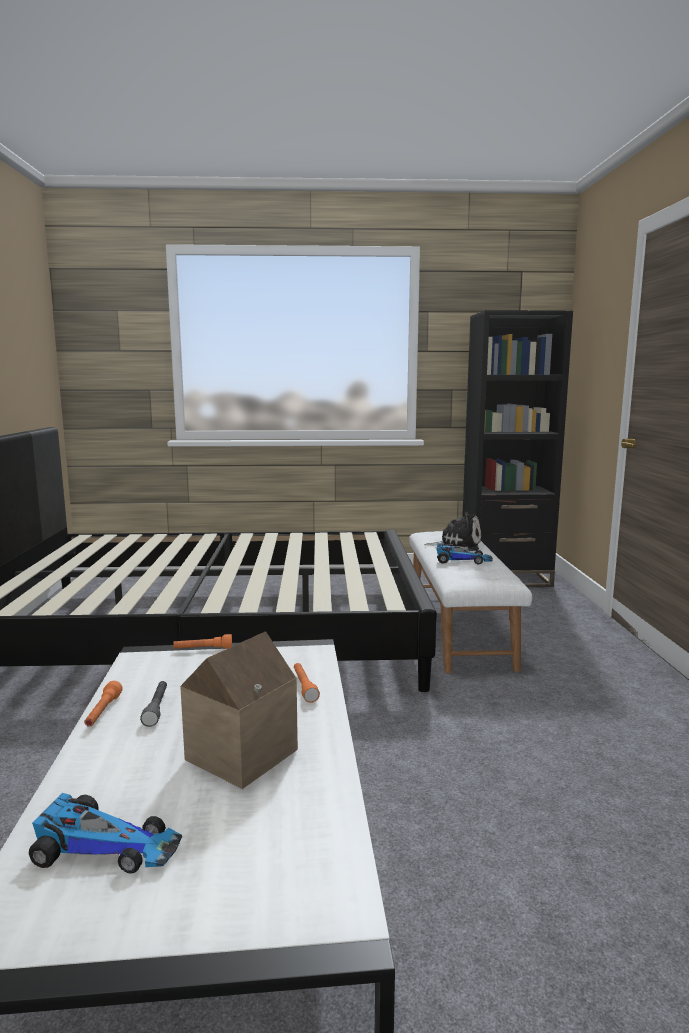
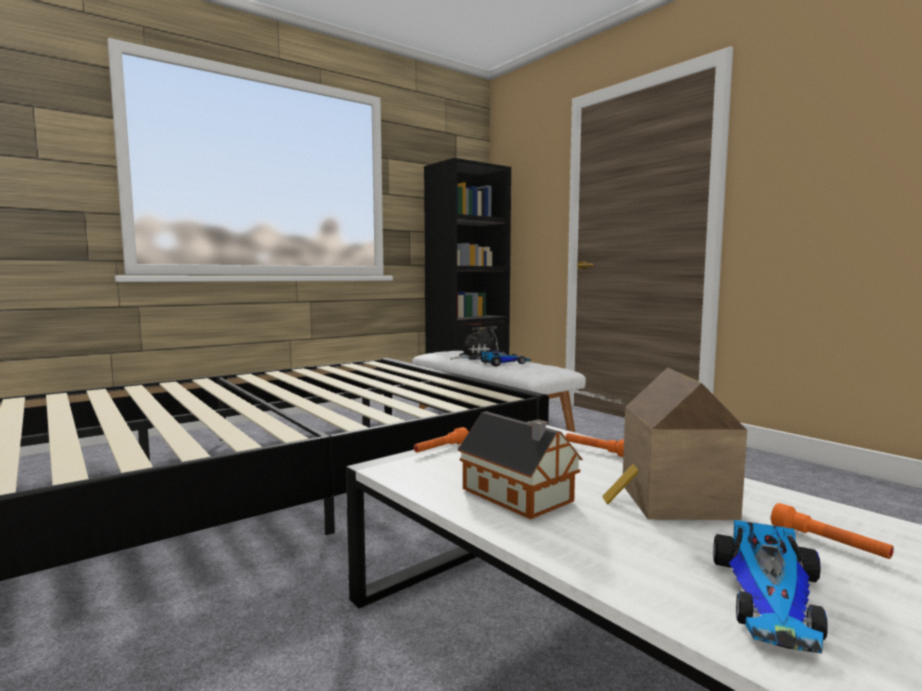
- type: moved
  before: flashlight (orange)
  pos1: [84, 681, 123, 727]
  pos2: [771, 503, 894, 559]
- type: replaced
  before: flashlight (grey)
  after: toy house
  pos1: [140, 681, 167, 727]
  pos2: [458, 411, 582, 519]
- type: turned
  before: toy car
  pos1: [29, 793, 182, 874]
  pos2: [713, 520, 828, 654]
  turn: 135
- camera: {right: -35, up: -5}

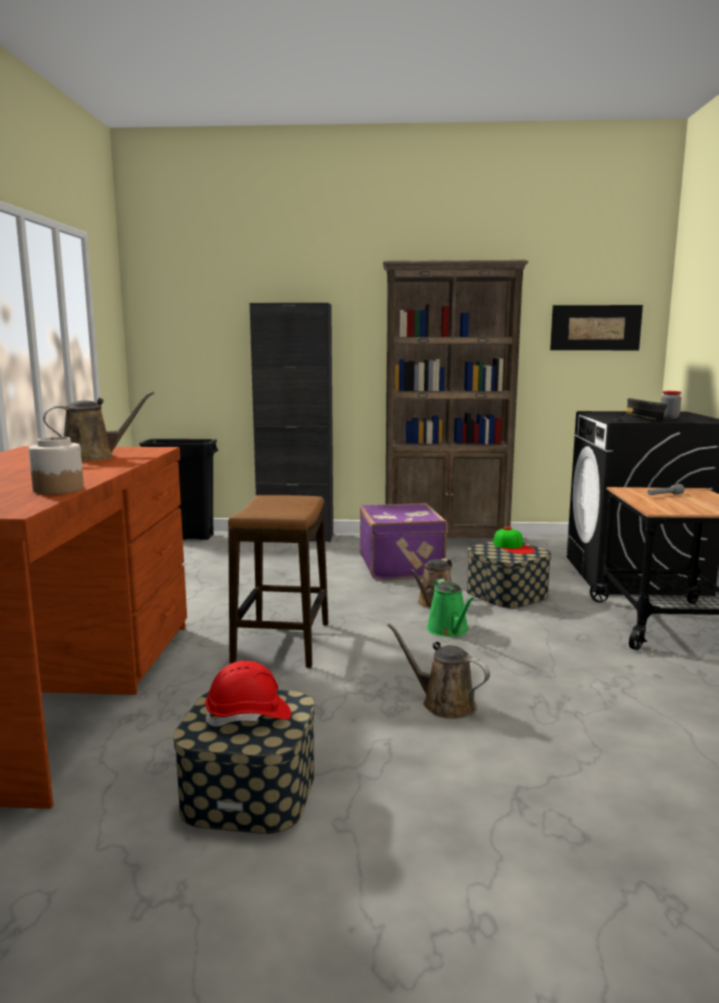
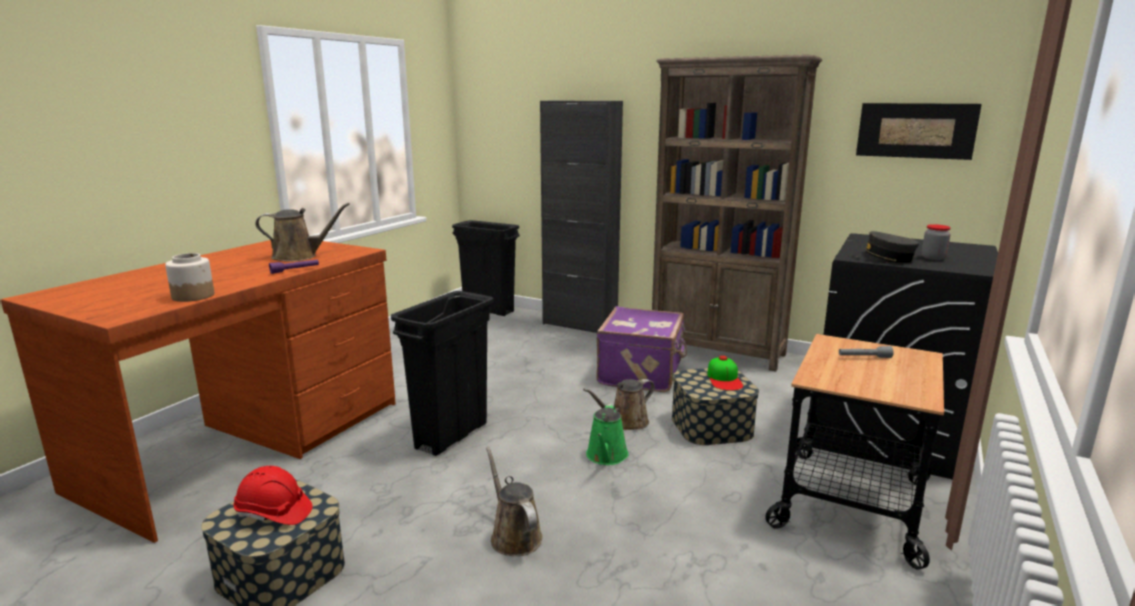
- type: replaced
  before: stool
  after: trash can (black)
  pos1: [228, 495, 328, 668]
  pos2: [391, 291, 493, 456]
- type: added
  after: flashlight (purple)
  pos2: [269, 259, 319, 274]
- camera: {right: 25, up: 5}

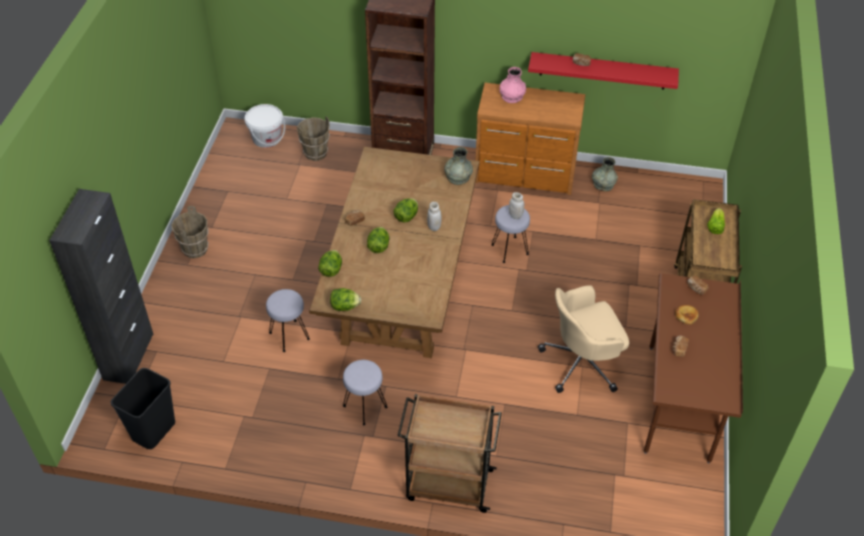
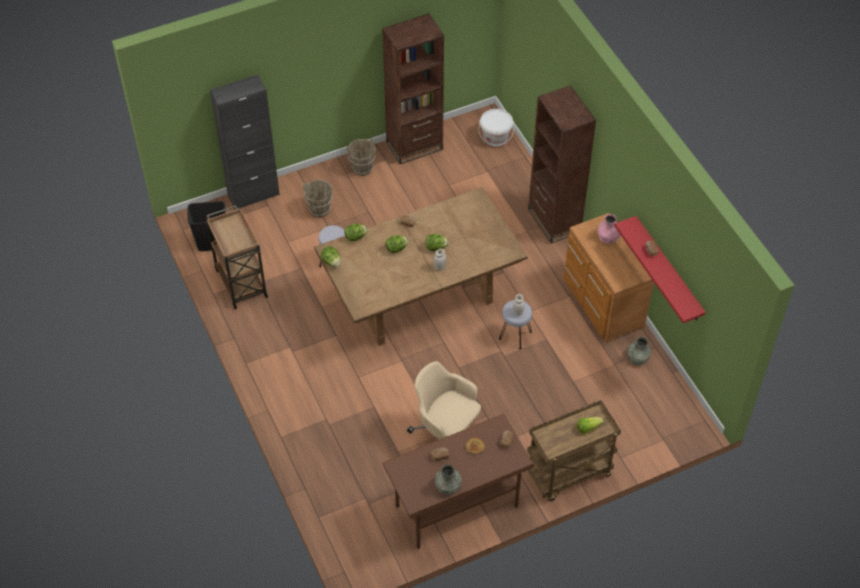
- type: moved
  before: bucket (brown)
  pos1: [297, 116, 330, 161]
  pos2: [303, 180, 332, 218]
- type: moved
  before: vase (grey)
  pos1: [444, 147, 473, 185]
  pos2: [435, 464, 462, 495]
- type: removed
  before: stool (grey)
  pos1: [343, 360, 387, 425]
- type: moved
  before: cart (brown)
  pos1: [397, 394, 502, 513]
  pos2: [206, 205, 268, 309]
- type: added
  after: bookcase (brown)
  pos2: [382, 13, 444, 164]
- camera: {right: 55, up: 5}

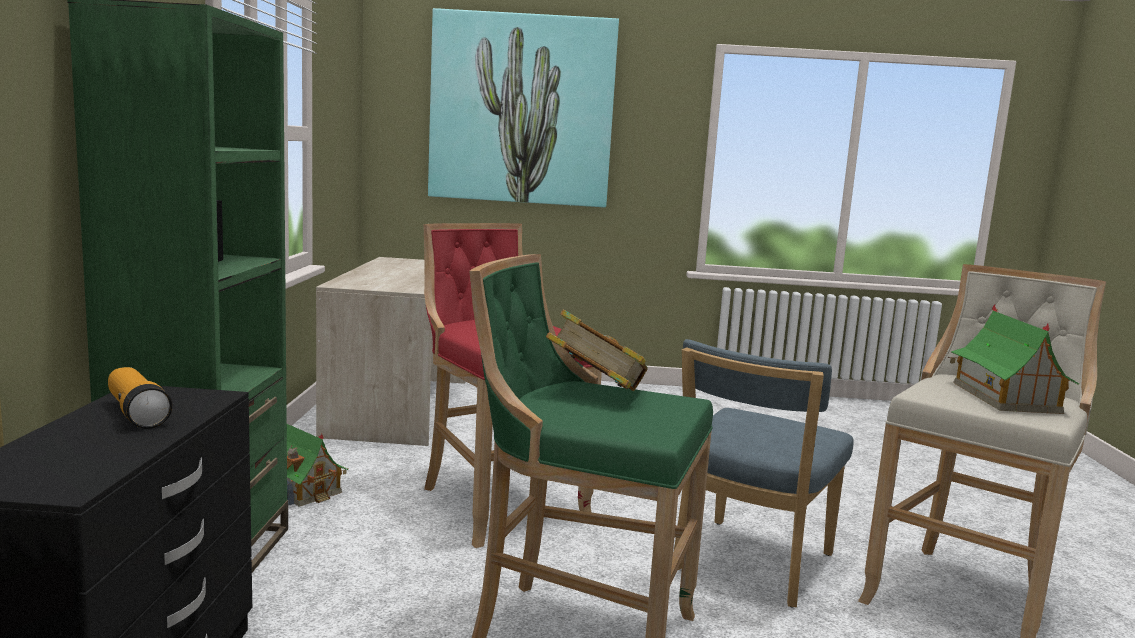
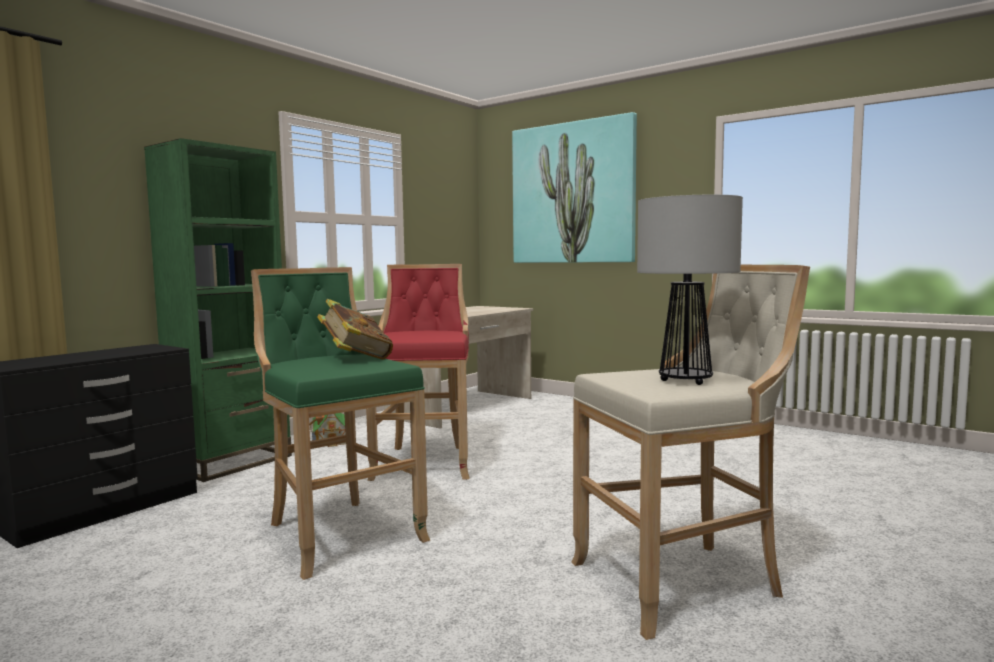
- type: replaced
  before: toy house
  after: table lamp
  pos1: [947, 304, 1079, 414]
  pos2: [637, 195, 743, 385]
- type: removed
  before: chair (blue)
  pos1: [674, 339, 854, 608]
- type: removed
  before: flashlight
  pos1: [108, 367, 173, 429]
- camera: {right: 35, up: -5}

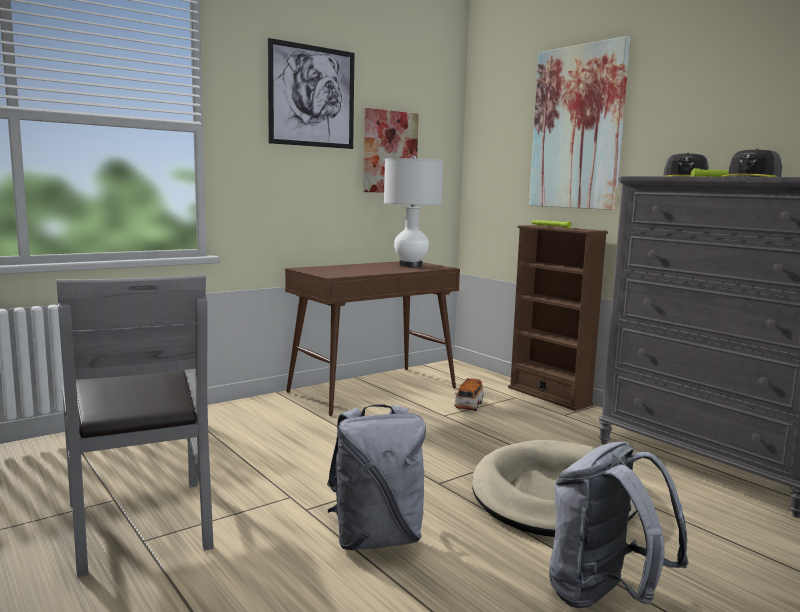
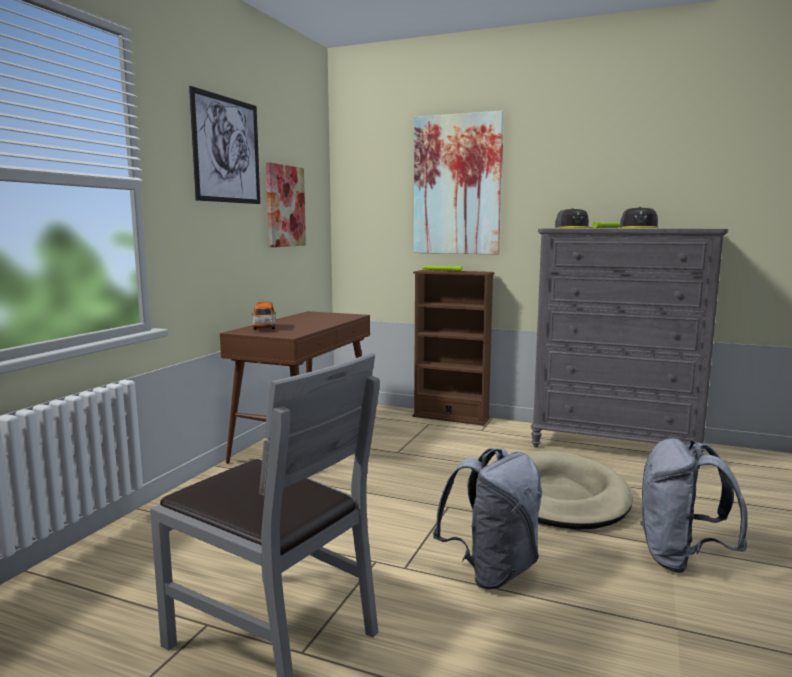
- type: removed
  before: table lamp (white)
  pos1: [384, 155, 443, 267]
- type: moved
  before: toy car
  pos1: [454, 378, 484, 411]
  pos2: [251, 300, 276, 330]
- camera: {right: -30, up: 0}

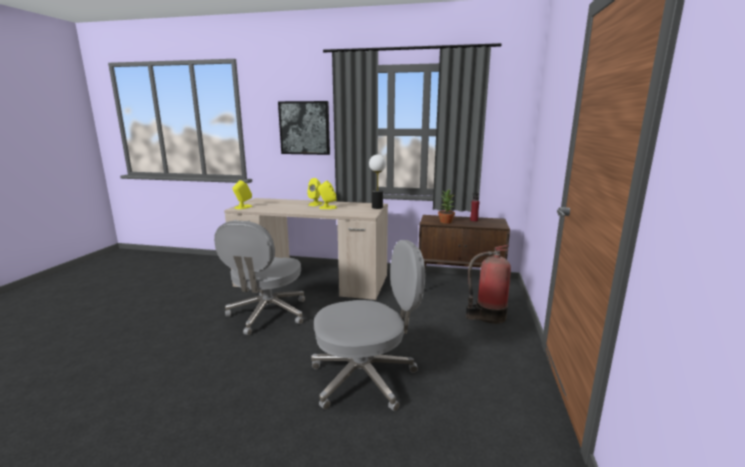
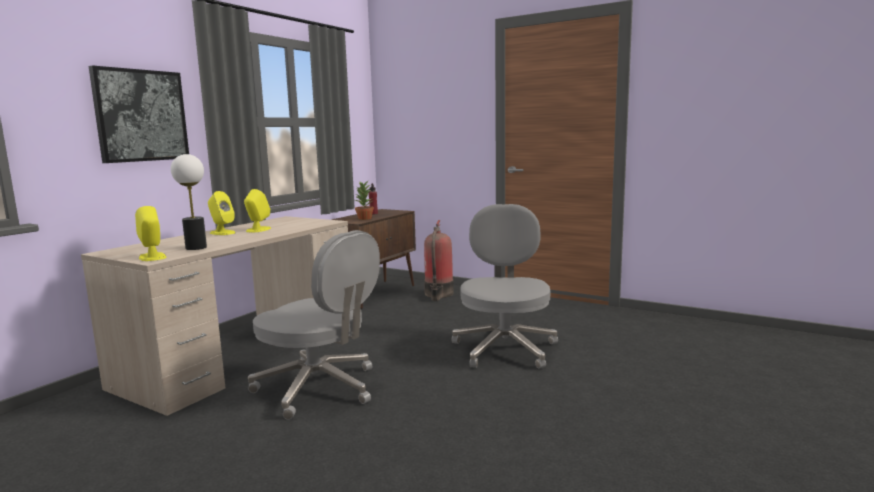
- type: moved
  before: table lamp
  pos1: [369, 154, 386, 209]
  pos2: [171, 154, 207, 250]
- camera: {right: -70, up: -5}

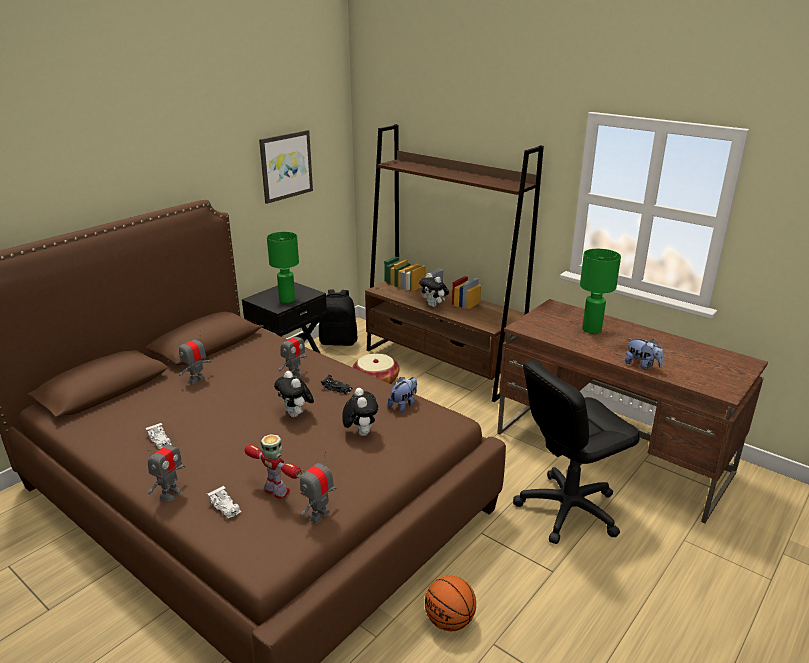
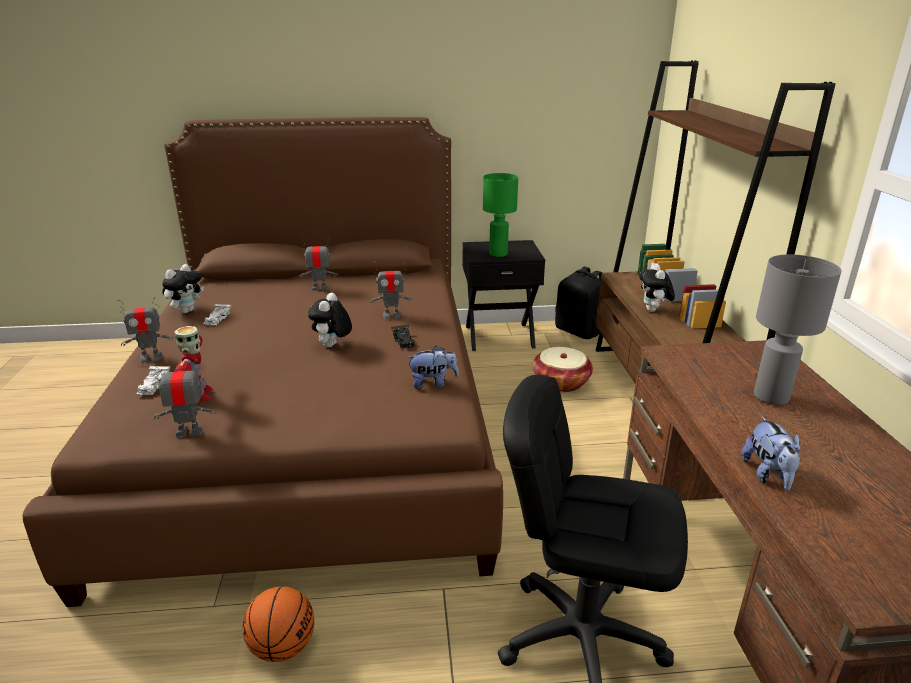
- type: removed
  before: picture
  pos1: [259, 130, 313, 204]
- type: recoloured
  before: table lamp (green)
  after: table lamp (grey)
  pos1: [580, 249, 621, 334]
  pos2: [754, 254, 842, 405]
- type: moved
  before: plush toy
  pos1: [342, 388, 378, 436]
  pos2: [162, 264, 204, 314]
- camera: {right: 45, up: 0}

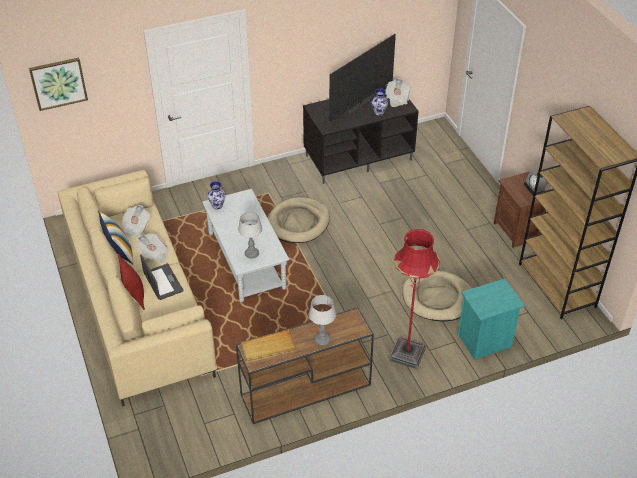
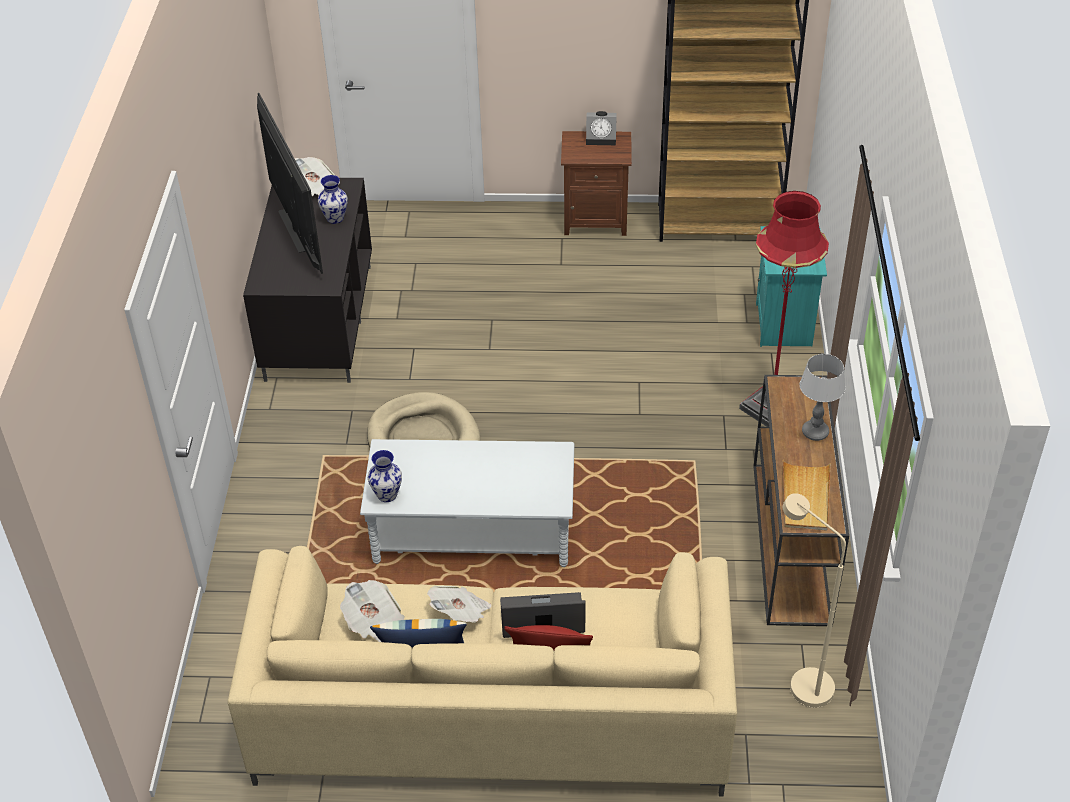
- type: removed
  before: picture
  pos1: [29, 58, 88, 111]
- type: removed
  before: table lamp
  pos1: [238, 212, 262, 259]
- type: removed
  before: dog bed (beige)
  pos1: [402, 271, 472, 321]
- type: added
  after: floor lamp (beige)
  pos2: [783, 493, 846, 708]
- camera: {right: -65, up: 0}

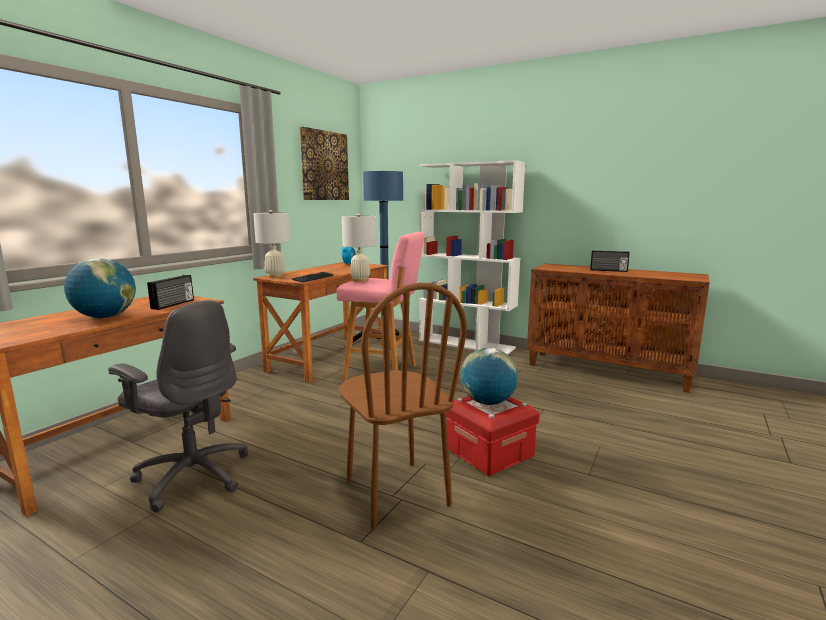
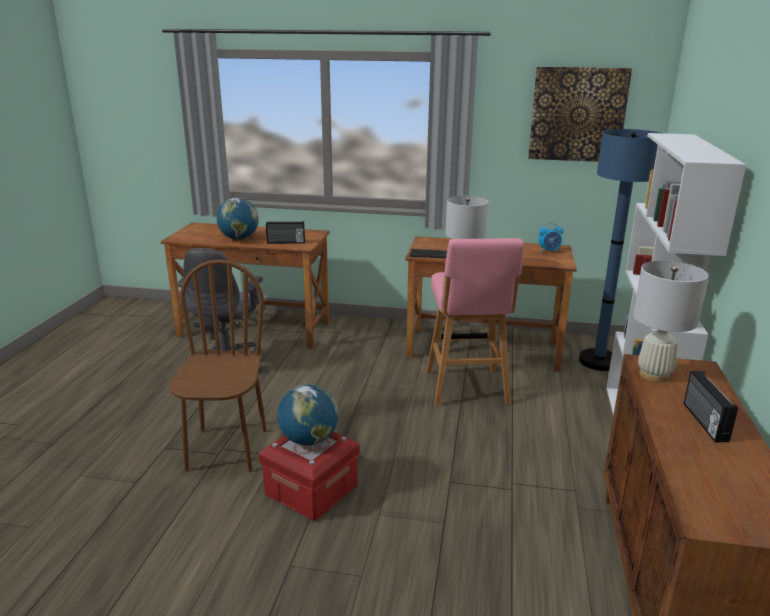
- type: moved
  before: table lamp (white)
  pos1: [253, 210, 290, 278]
  pos2: [633, 261, 709, 382]
- type: turned
  before: chair (brown)
  pos1: [339, 283, 467, 530]
  pos2: [169, 259, 266, 472]
  turn: 135
- camera: {right: 70, up: 10}

